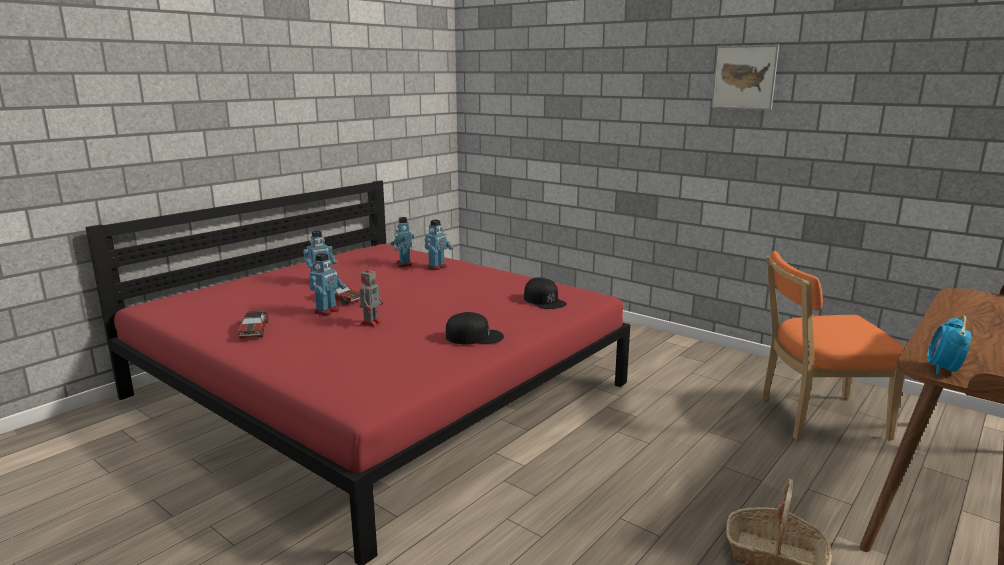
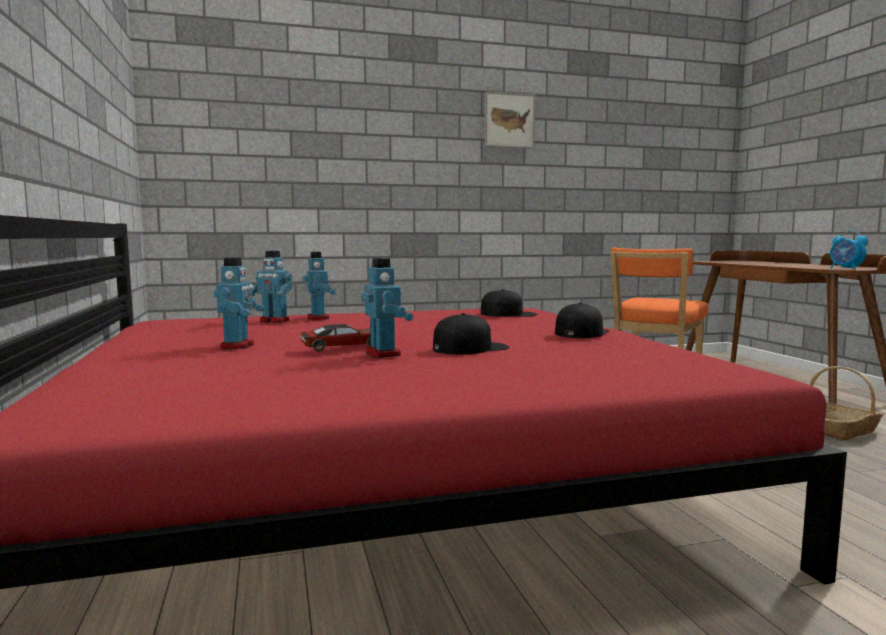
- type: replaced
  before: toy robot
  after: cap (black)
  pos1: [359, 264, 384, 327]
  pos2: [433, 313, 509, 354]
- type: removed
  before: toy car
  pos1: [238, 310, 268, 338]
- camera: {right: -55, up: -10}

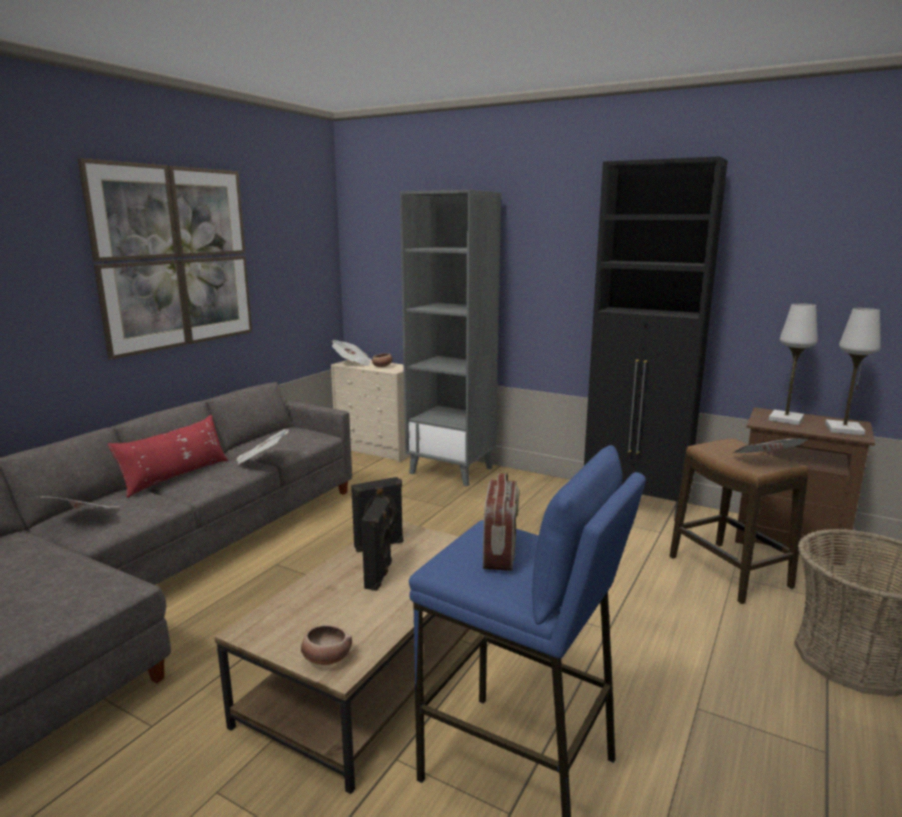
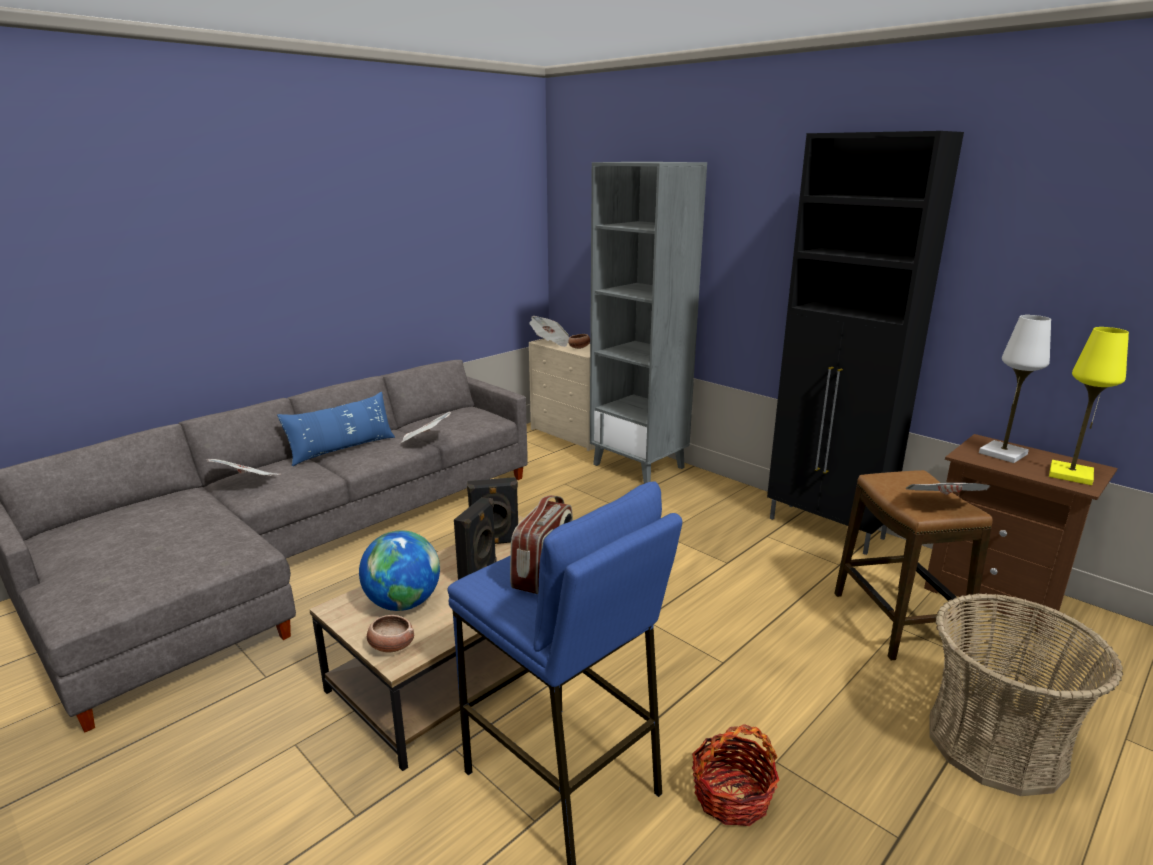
- type: removed
  before: picture
  pos1: [77, 158, 252, 360]
- type: recoloured
  before: table lamp (white)
  after: table lamp (yellow)
  pos1: [825, 308, 881, 435]
  pos2: [1049, 327, 1129, 485]
- type: recoloured
  before: pillow (red)
  after: pillow (blue)
  pos1: [108, 415, 228, 498]
  pos2: [277, 392, 395, 466]
- type: added
  after: globe
  pos2: [359, 530, 440, 611]
- type: added
  after: basket
  pos2: [692, 724, 780, 826]
- camera: {right: 15, up: 5}

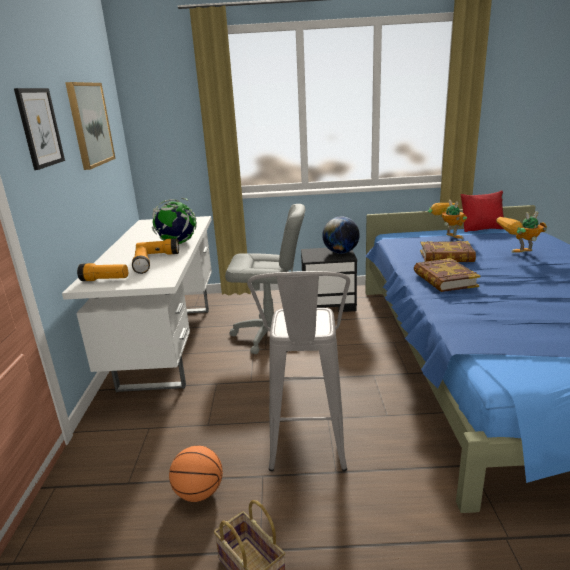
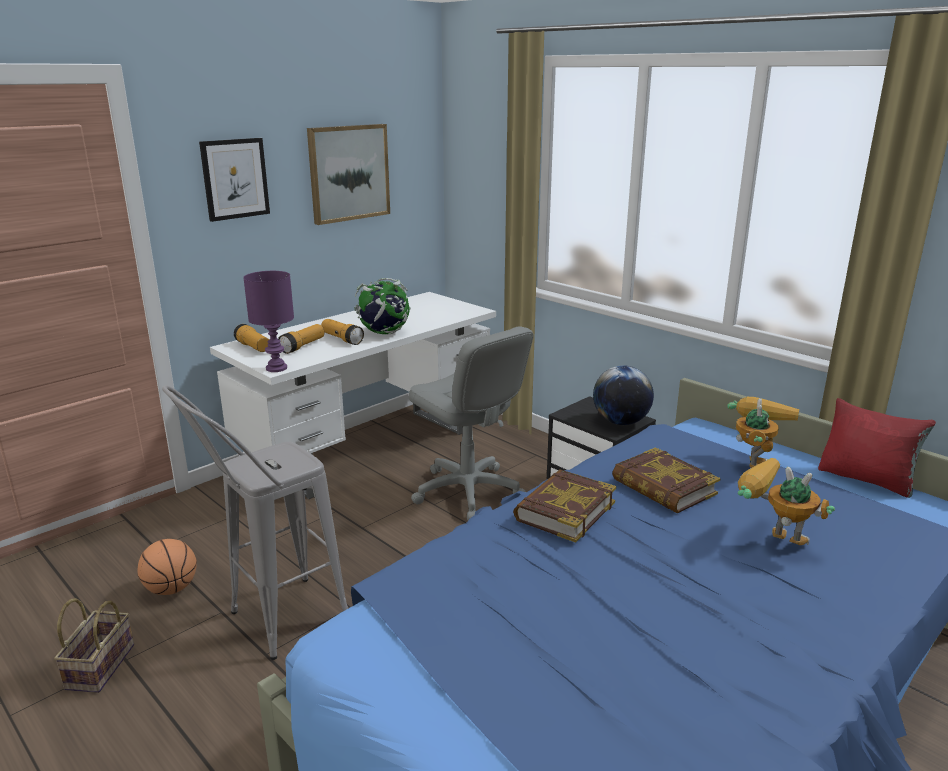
- type: added
  after: table lamp (purple)
  pos2: [243, 271, 294, 372]
- camera: {right: 45, up: 0}

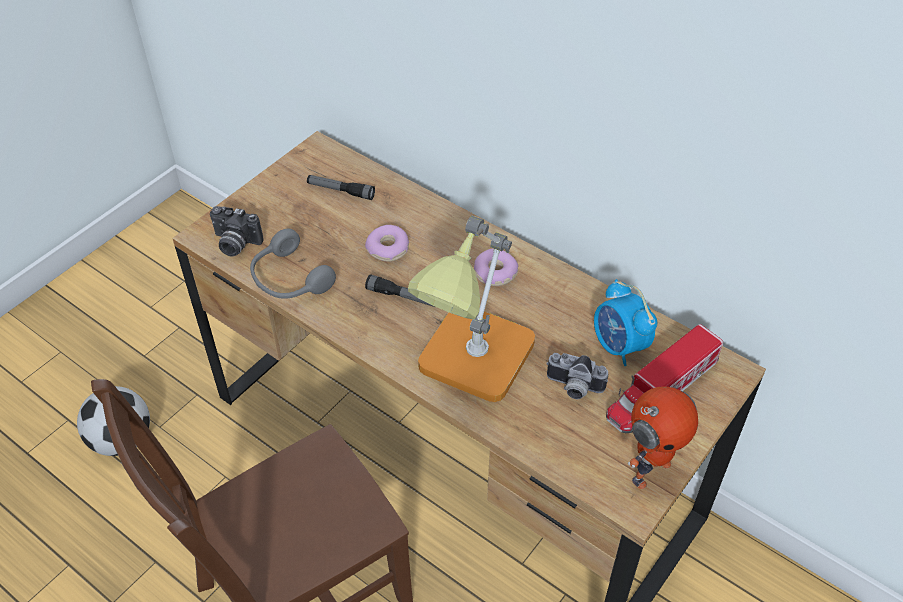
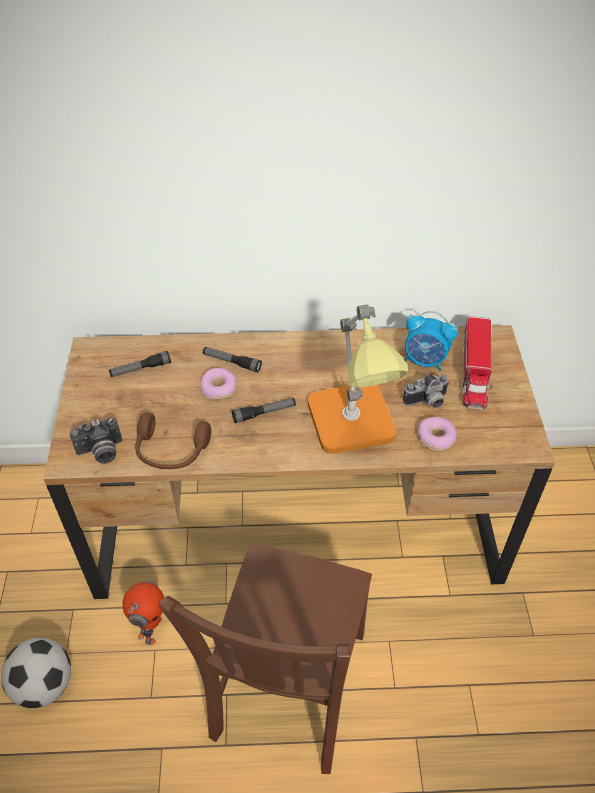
- type: recoloured
  before: headphones (grey)
  after: headphones (brown)
  pos1: [250, 229, 336, 299]
  pos2: [135, 413, 211, 469]
- type: moved
  before: donut
  pos1: [474, 248, 519, 286]
  pos2: [418, 417, 457, 451]
- type: moved
  before: toy robot
  pos1: [628, 386, 698, 489]
  pos2: [122, 581, 164, 645]
- type: added
  after: flashlight
  pos2: [203, 347, 262, 372]
- camera: {right: -40, up: 0}

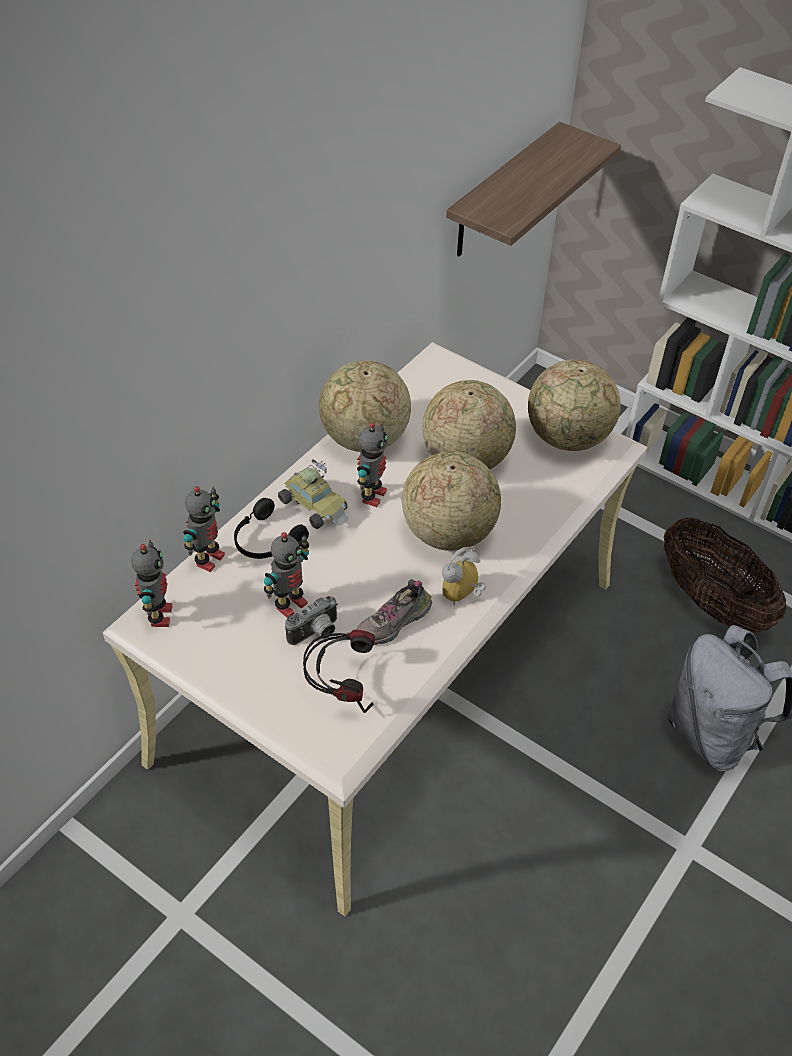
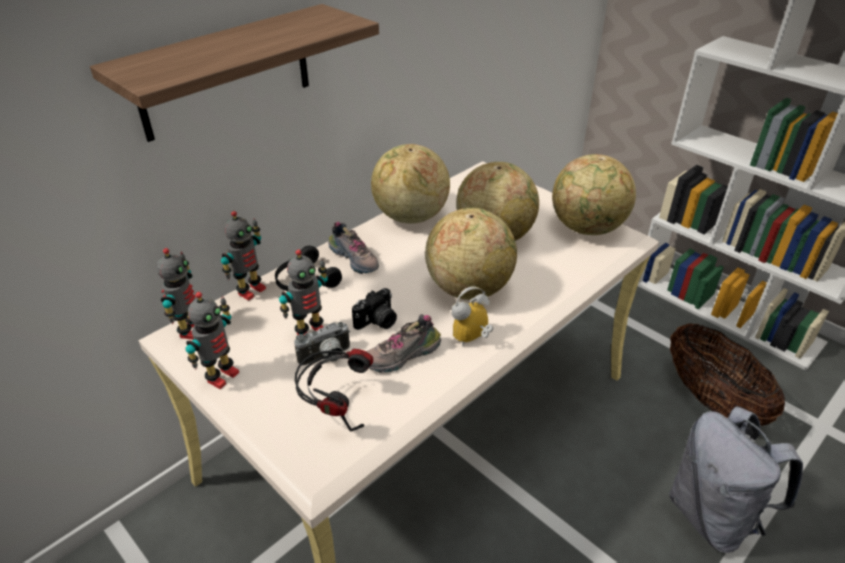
- type: moved
  before: shelf
  pos1: [446, 122, 621, 257]
  pos2: [90, 4, 379, 142]
- type: moved
  before: toy robot
  pos1: [357, 423, 388, 507]
  pos2: [186, 292, 239, 389]
- type: replaced
  before: toy car
  after: shoe
  pos1: [278, 459, 349, 529]
  pos2: [328, 222, 379, 274]
- type: added
  after: photo camera
  pos2: [352, 288, 397, 330]
- camera: {right: 10, up: -10}

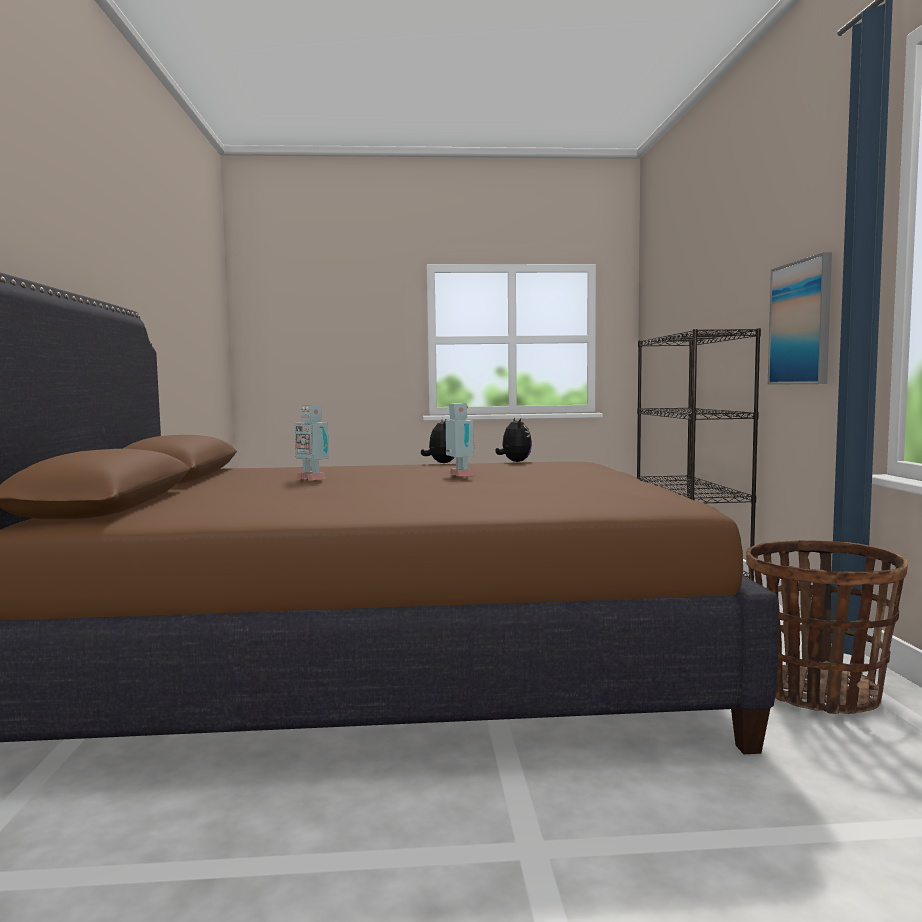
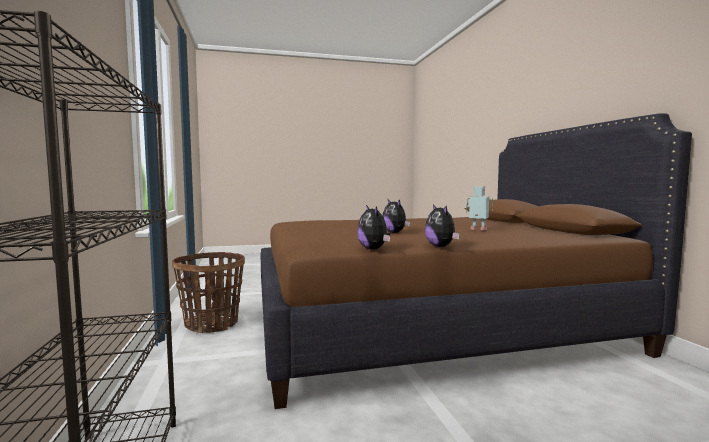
- type: removed
  before: picture
  pos1: [768, 252, 832, 385]
- type: replaced
  before: toy robot
  after: plush toy
  pos1: [446, 403, 475, 476]
  pos2: [383, 199, 410, 233]
- camera: {right: 170, up: 0}

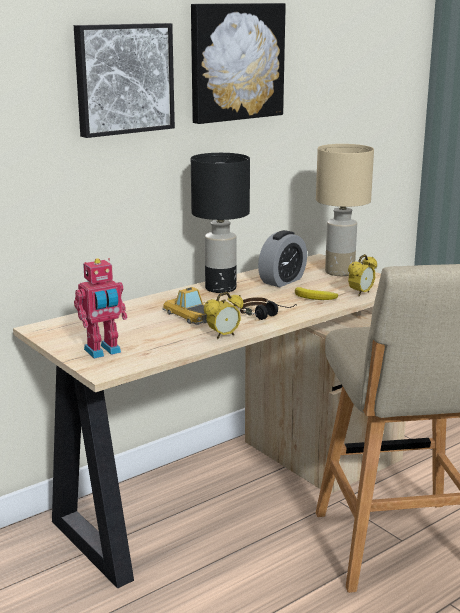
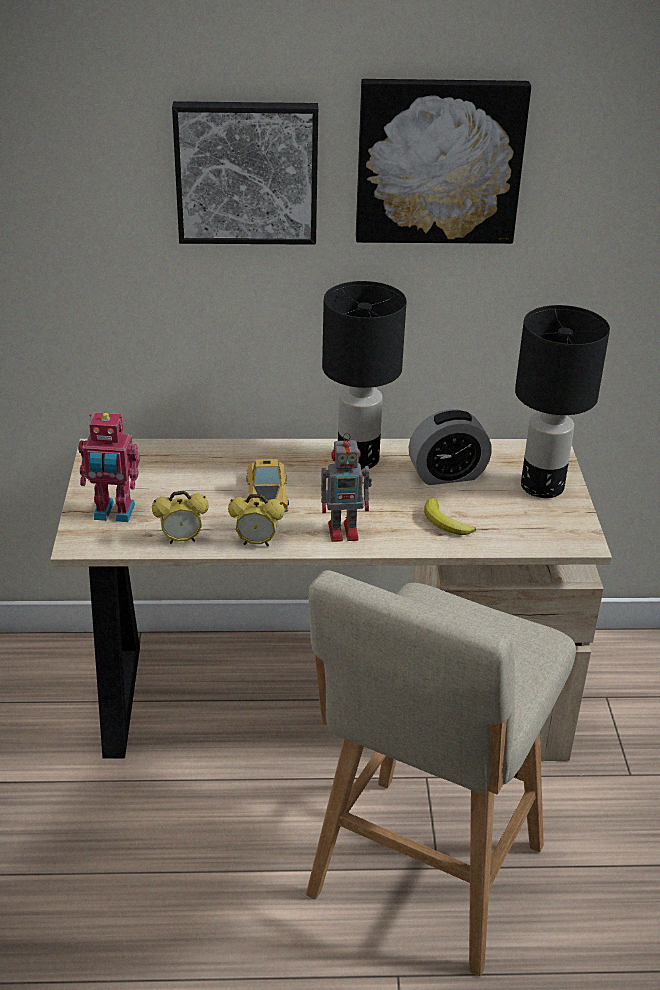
- type: recoloured
  before: table lamp (beige)
  after: table lamp (black)
  pos1: [316, 144, 374, 276]
  pos2: [515, 305, 610, 498]
- type: moved
  before: alarm clock
  pos1: [348, 254, 377, 296]
  pos2: [152, 491, 209, 544]
- type: replaced
  before: headphones
  after: toy robot
  pos1: [240, 297, 297, 320]
  pos2: [321, 432, 372, 542]
- camera: {right: 35, up: 15}

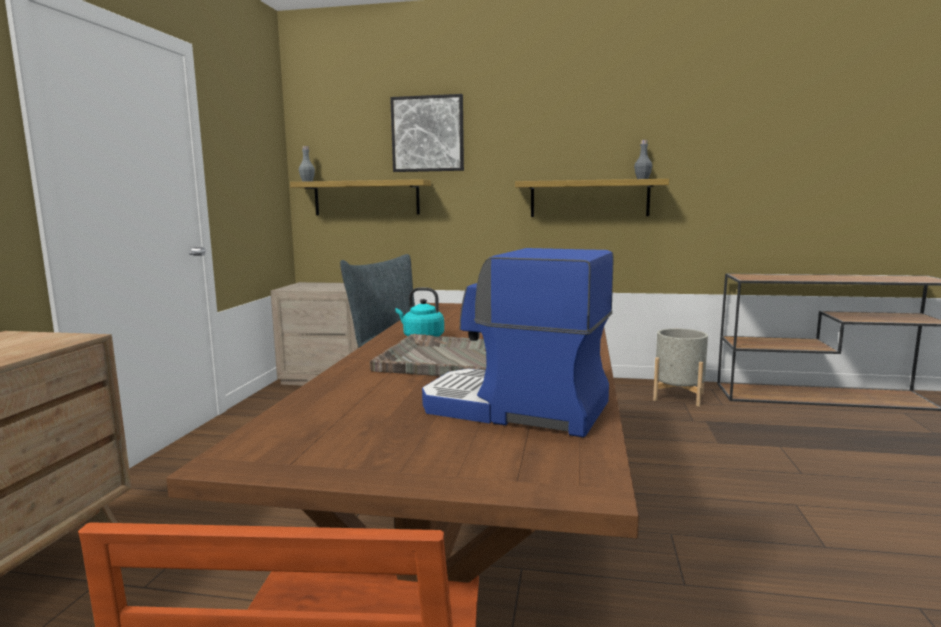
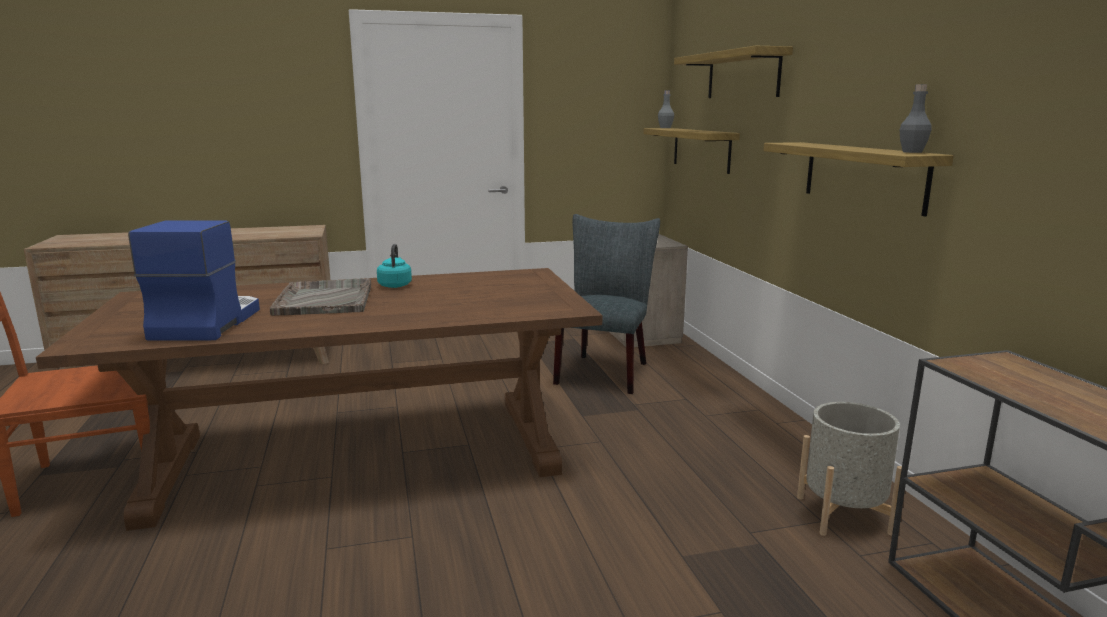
- type: replaced
  before: picture
  after: shelf
  pos1: [390, 94, 464, 172]
  pos2: [674, 46, 793, 98]
- camera: {right: 65, up: 5}

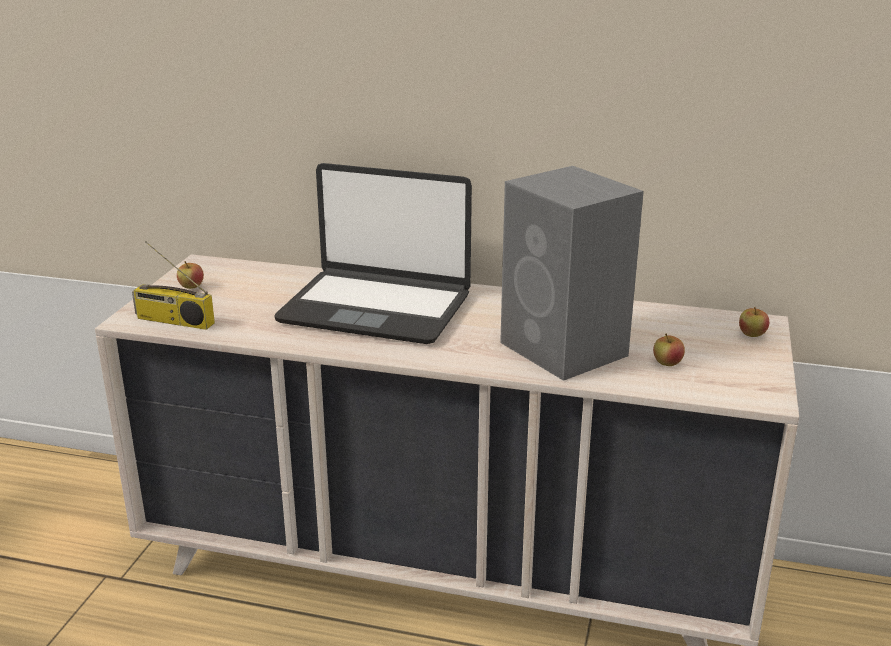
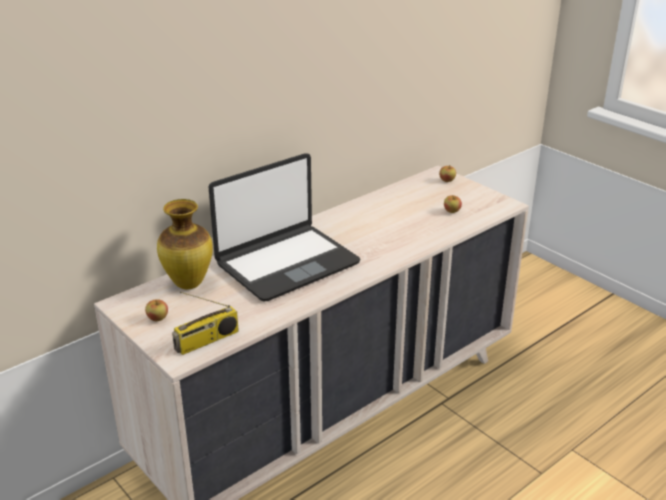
- type: removed
  before: speaker (grey)
  pos1: [500, 166, 644, 381]
- type: added
  after: vase
  pos2: [157, 199, 213, 289]
- camera: {right: -55, up: 5}

